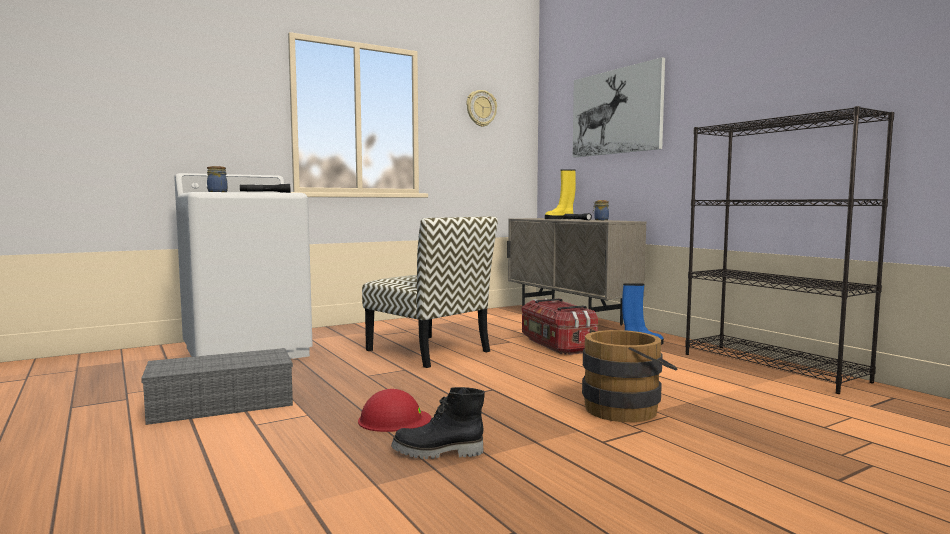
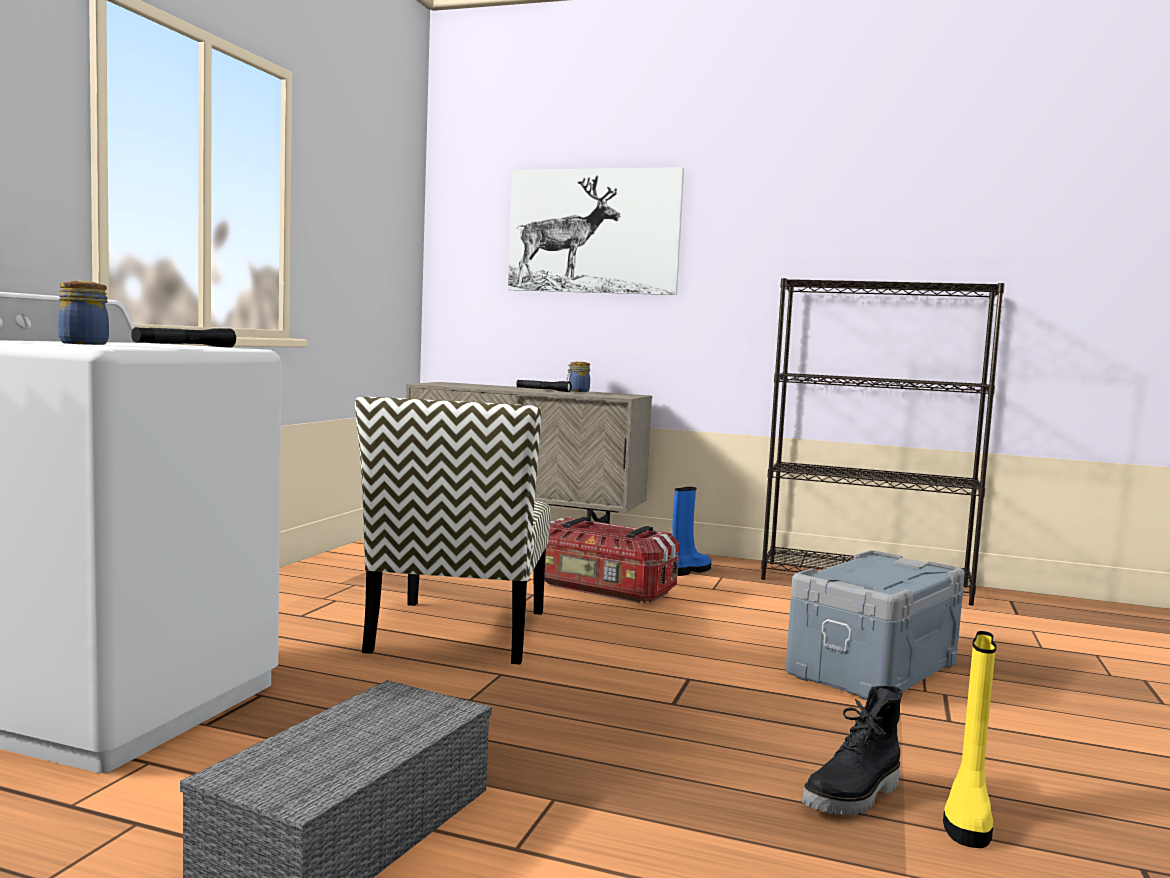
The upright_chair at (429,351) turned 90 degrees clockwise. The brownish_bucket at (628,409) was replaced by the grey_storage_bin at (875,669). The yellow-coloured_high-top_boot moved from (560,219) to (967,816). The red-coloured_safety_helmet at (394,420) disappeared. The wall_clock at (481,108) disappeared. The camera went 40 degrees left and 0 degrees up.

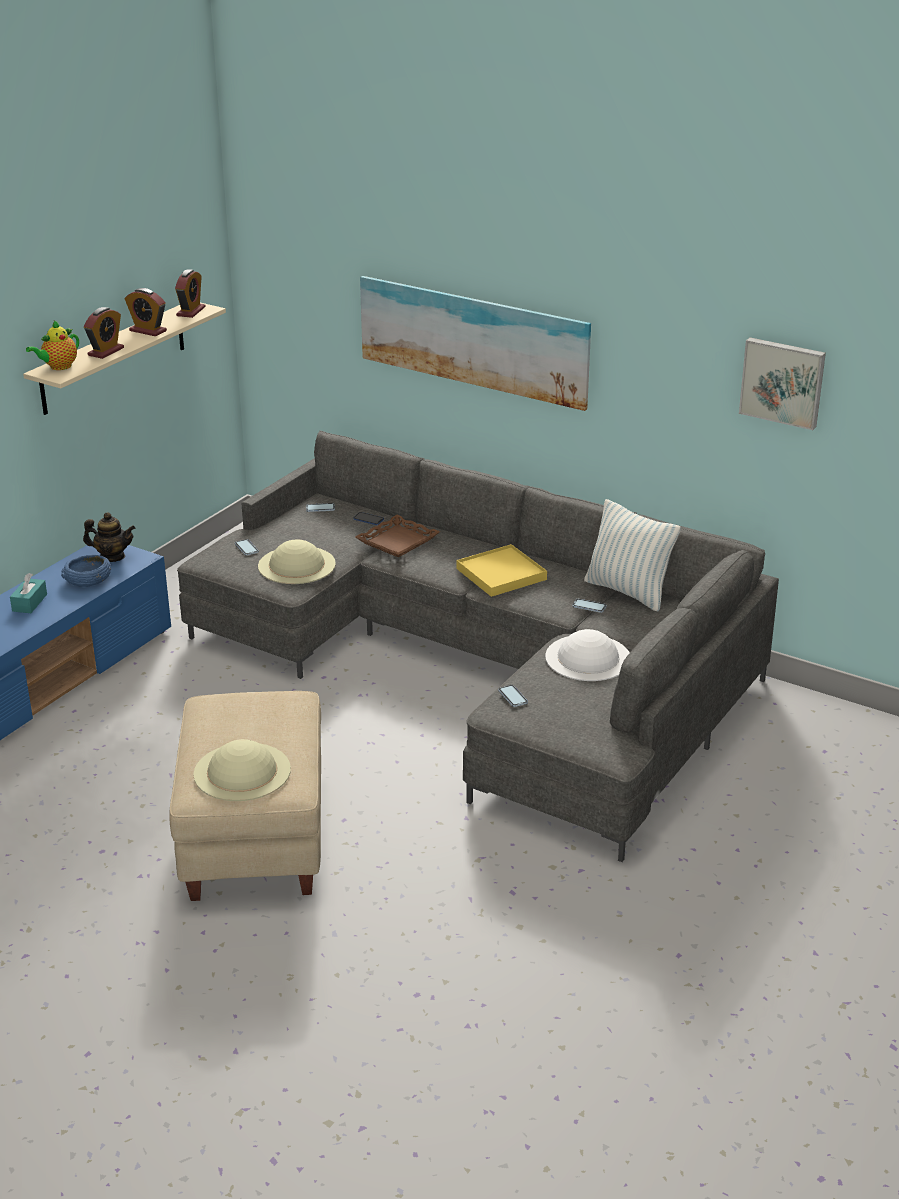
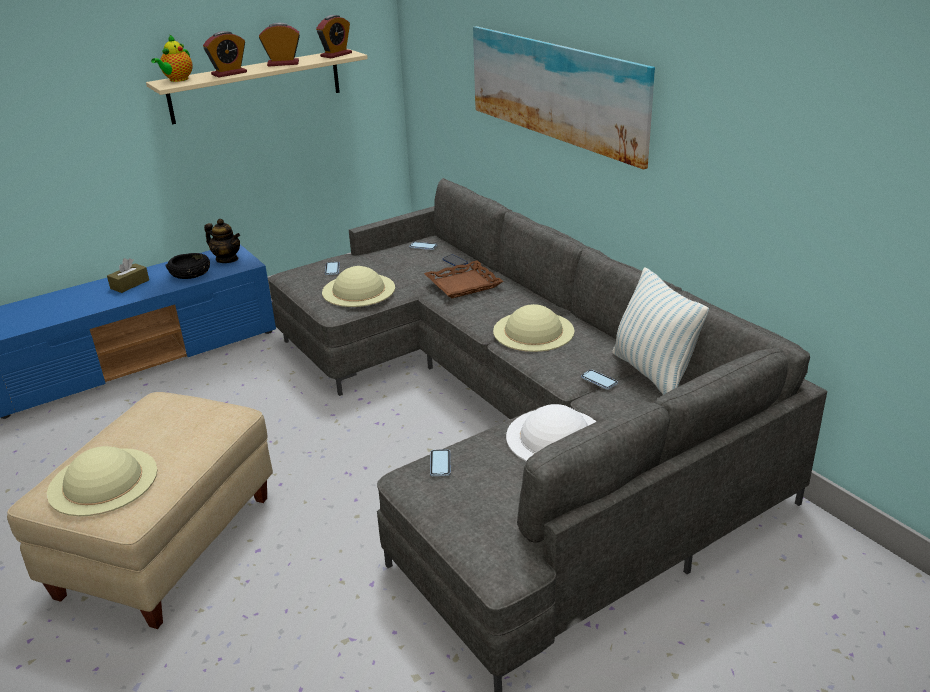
The blue-green_box_of_tissues at (29,603) became the brownish_box_of_tissues at (130,284). The teapot at (58,367) turned 45 degrees counterclockwise. The bluish_serving_bowl at (88,580) became the blackish_serving_bowl at (190,274). The table_clock at (148,331) turned 120 degrees clockwise. The yellow-coloured_carrying_tray at (501,574) was replaced by the beige_wearable_hat at (533,331). The wall_art at (783,382) disappeared. The camera went 25 degrees right and 0 degrees up.

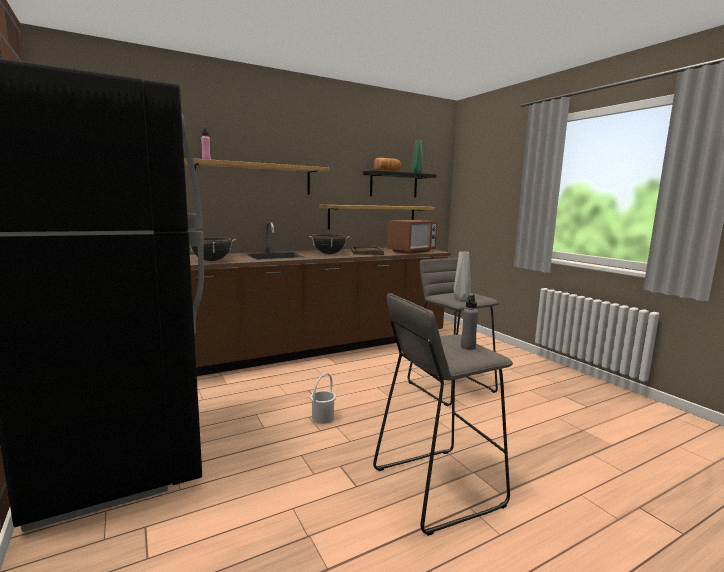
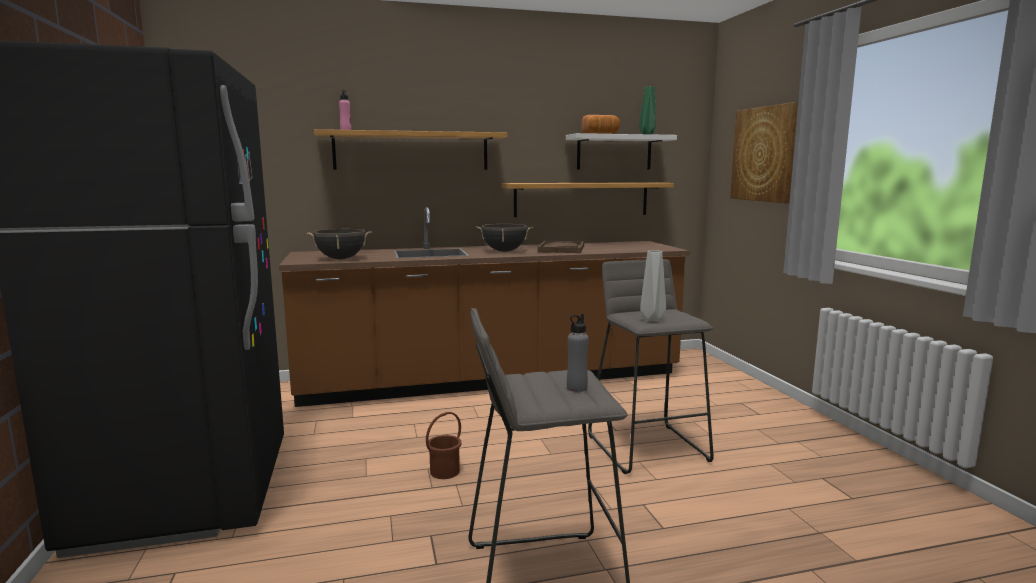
The whitish_bucket at (322,418) became the brownish_bucket at (444,471). The blackish_bracket_shelf at (393,185) became the whitish_bracket_shelf at (614,152). The wall_art at (765,154) appeared. The microwave_oven at (411,251) disappeared. The camera went 15 degrees right and 0 degrees up.

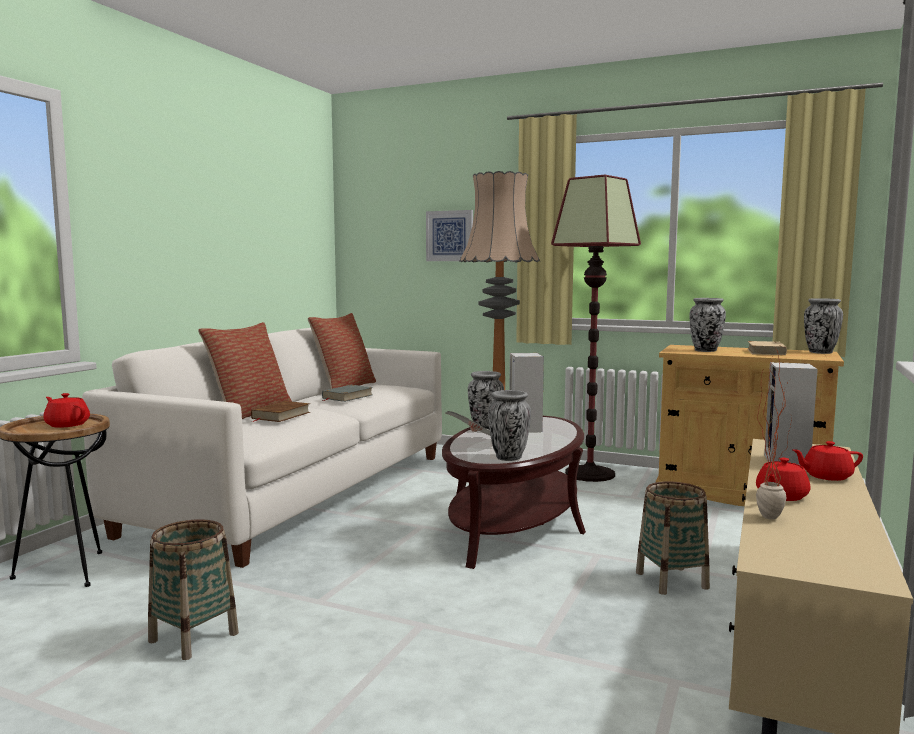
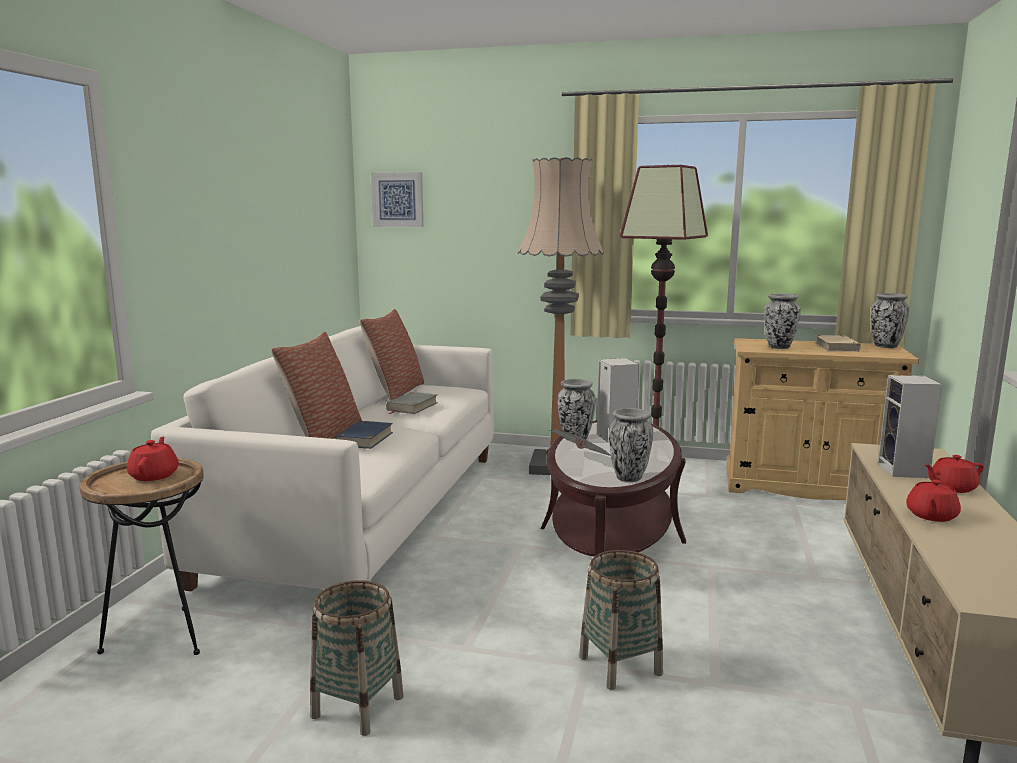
The red-coloured_teapot at (67,424) turned 60 degrees clockwise. The brownish_book at (280,415) became the bluish_book at (364,439). The wall_art moved from (449,236) to (398,199). The storage_basket moved from (671,580) to (620,665). The plant_in_a_pot at (769,514) disappeared. The camera went 10 degrees left and 5 degrees up.

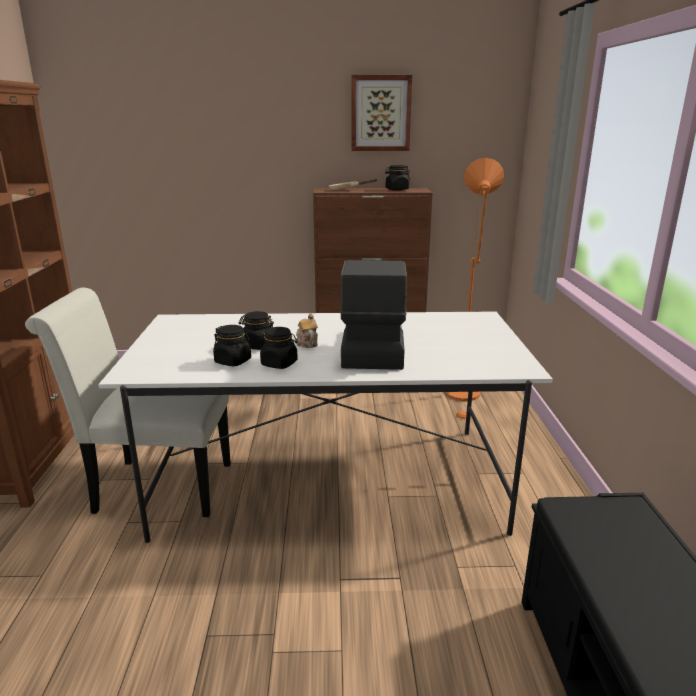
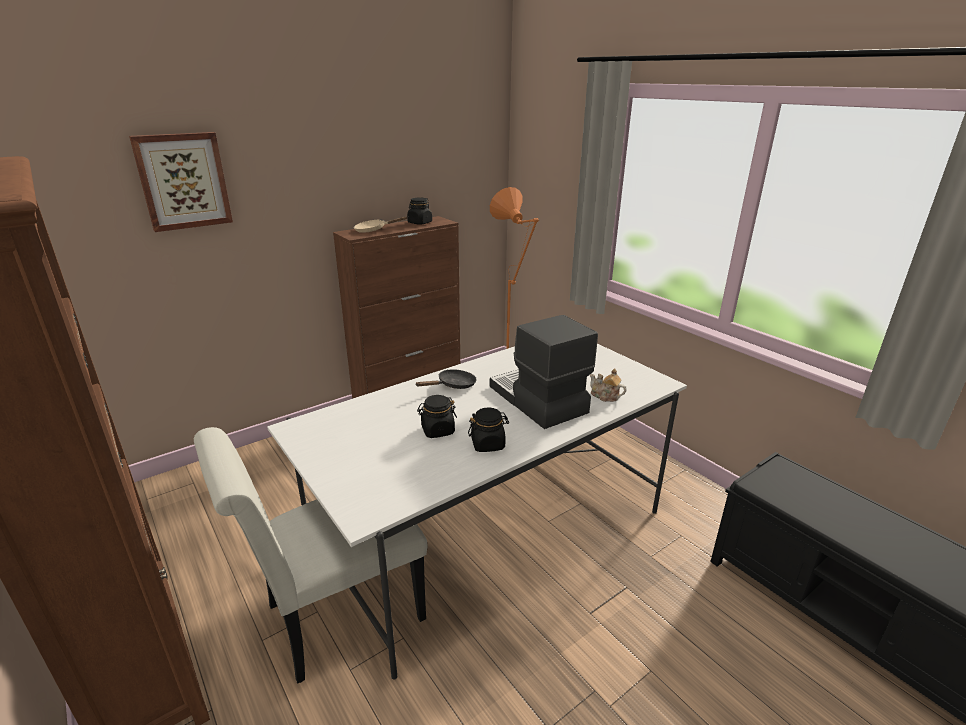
The wall_art moved from (380,113) to (183,181). The blackish_pan at (453,385) appeared. The teapot moved from (306,343) to (605,396). The blackish_preserve_jar at (233,361) disappeared. The camera went 35 degrees left and 5 degrees up.

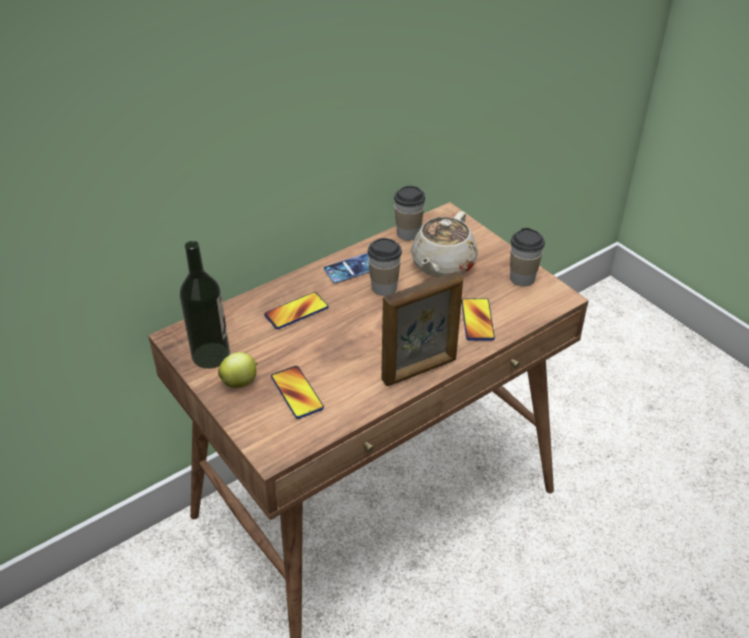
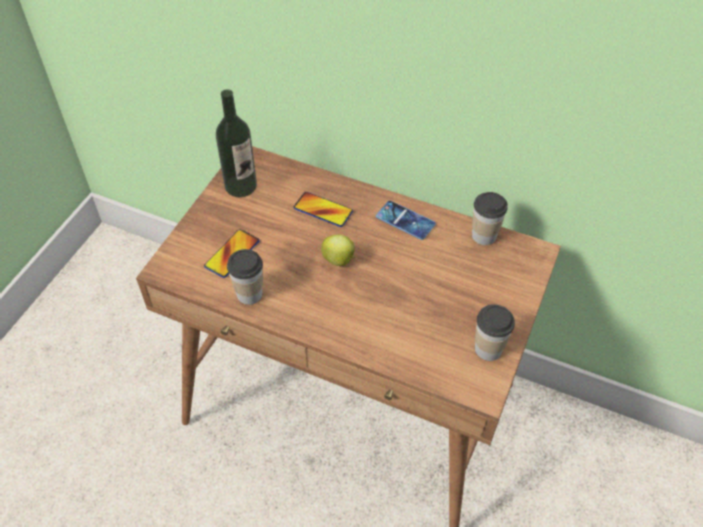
The cup moved from (384,288) to (249,294). The whole_apple moved from (240,382) to (339,260). The standing_frame at (420,370) disappeared. The beige_teapot at (442,265) disappeared. The handset at (477,320) disappeared. The camera went 60 degrees right and 10 degrees up.

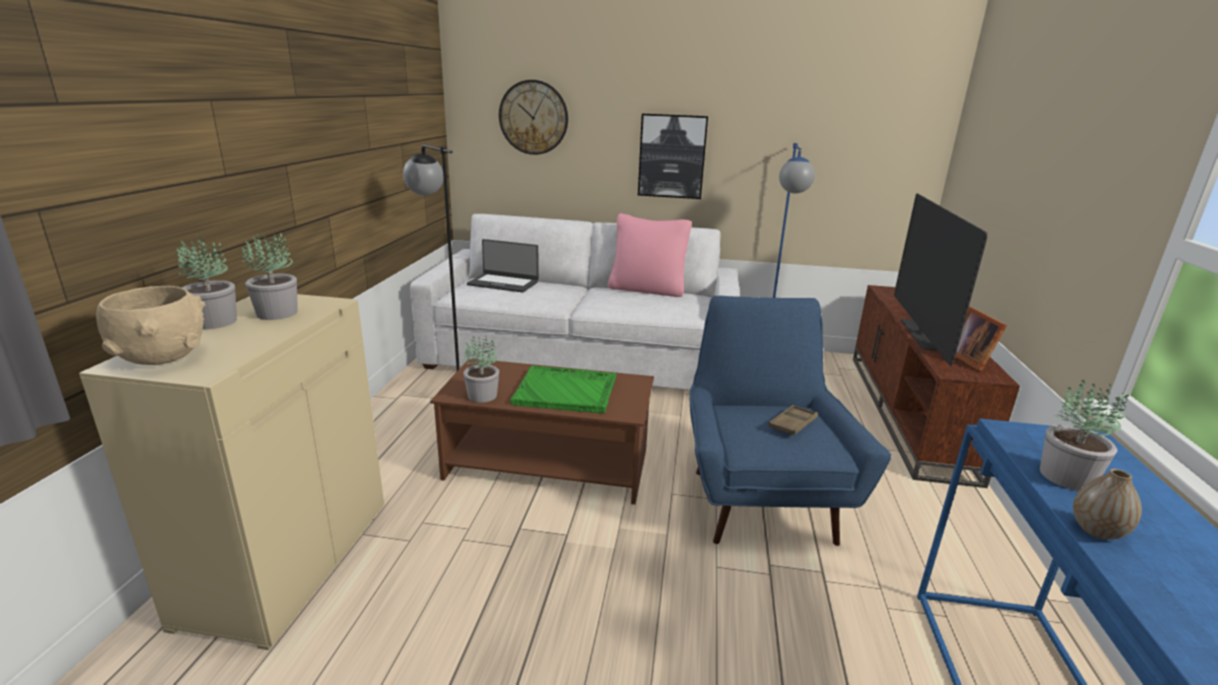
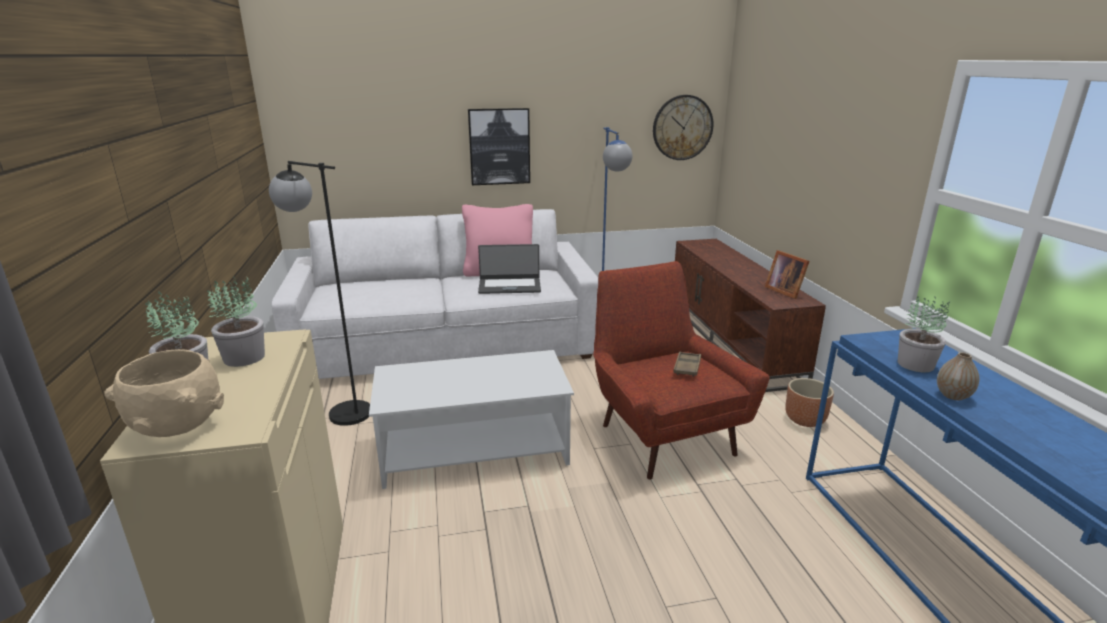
The brownish_lounge_table at (549,463) became the whitish_lounge_table at (475,448). The notebook_computer moved from (503,283) to (509,286). The bluish_lounge_chair at (759,498) became the red-coloured_lounge_chair at (662,434). The wall_clock moved from (533,117) to (682,127). The brownish_planter at (805,420) appeared. The plant_in_a_pot at (483,395) disappeared. The greenish_carrying_tray at (566,391) disappeared. The TV at (918,334) disappeared. The camera went 20 degrees left and 0 degrees up.

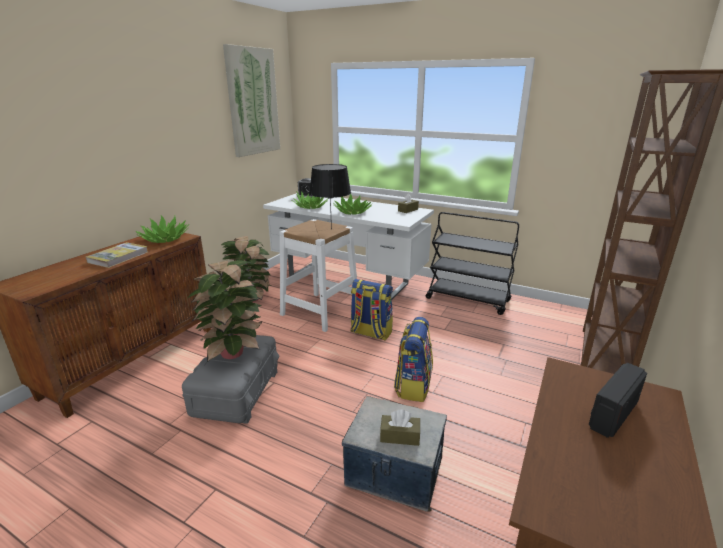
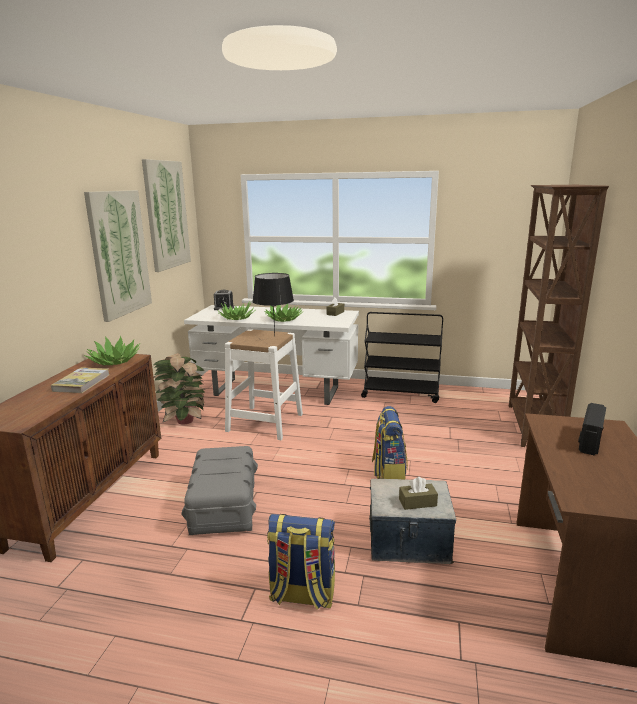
The wall_art at (119,253) appeared. The rucksack moved from (370,333) to (302,595). The plant_in_a_pot at (234,353) disappeared. The camera went 15 degrees left and 5 degrees down.

